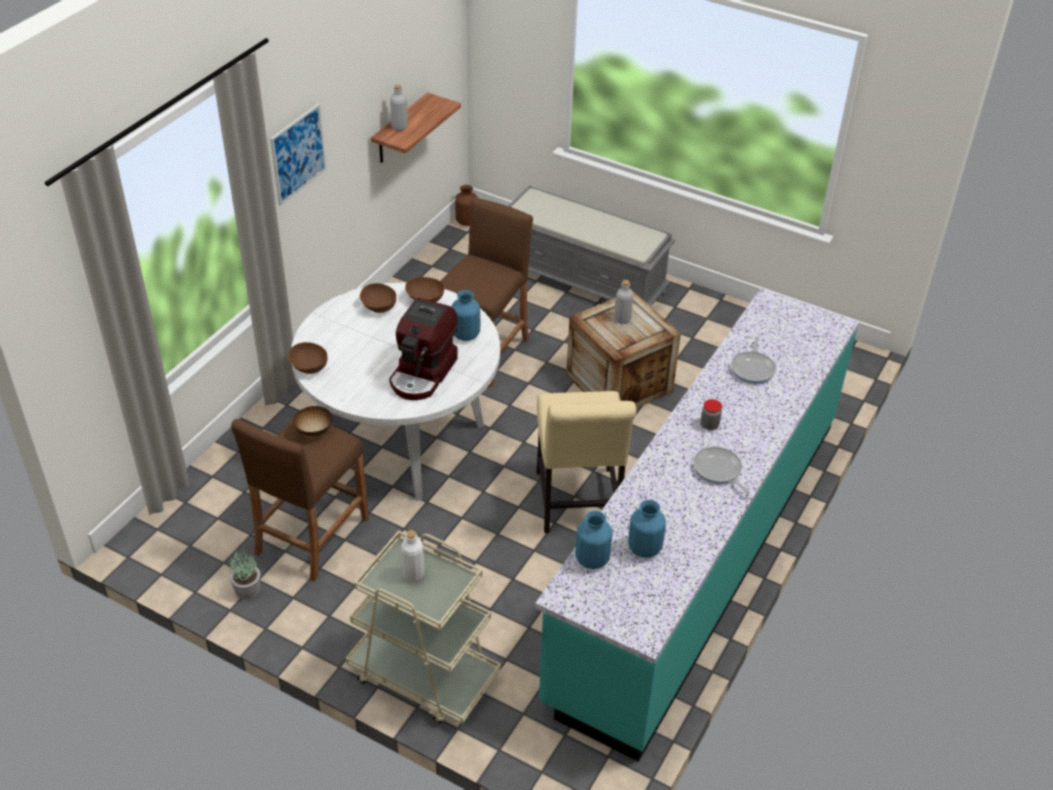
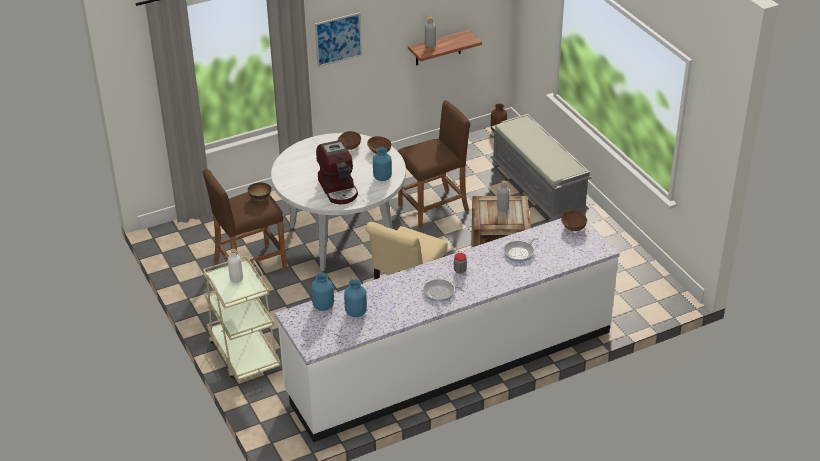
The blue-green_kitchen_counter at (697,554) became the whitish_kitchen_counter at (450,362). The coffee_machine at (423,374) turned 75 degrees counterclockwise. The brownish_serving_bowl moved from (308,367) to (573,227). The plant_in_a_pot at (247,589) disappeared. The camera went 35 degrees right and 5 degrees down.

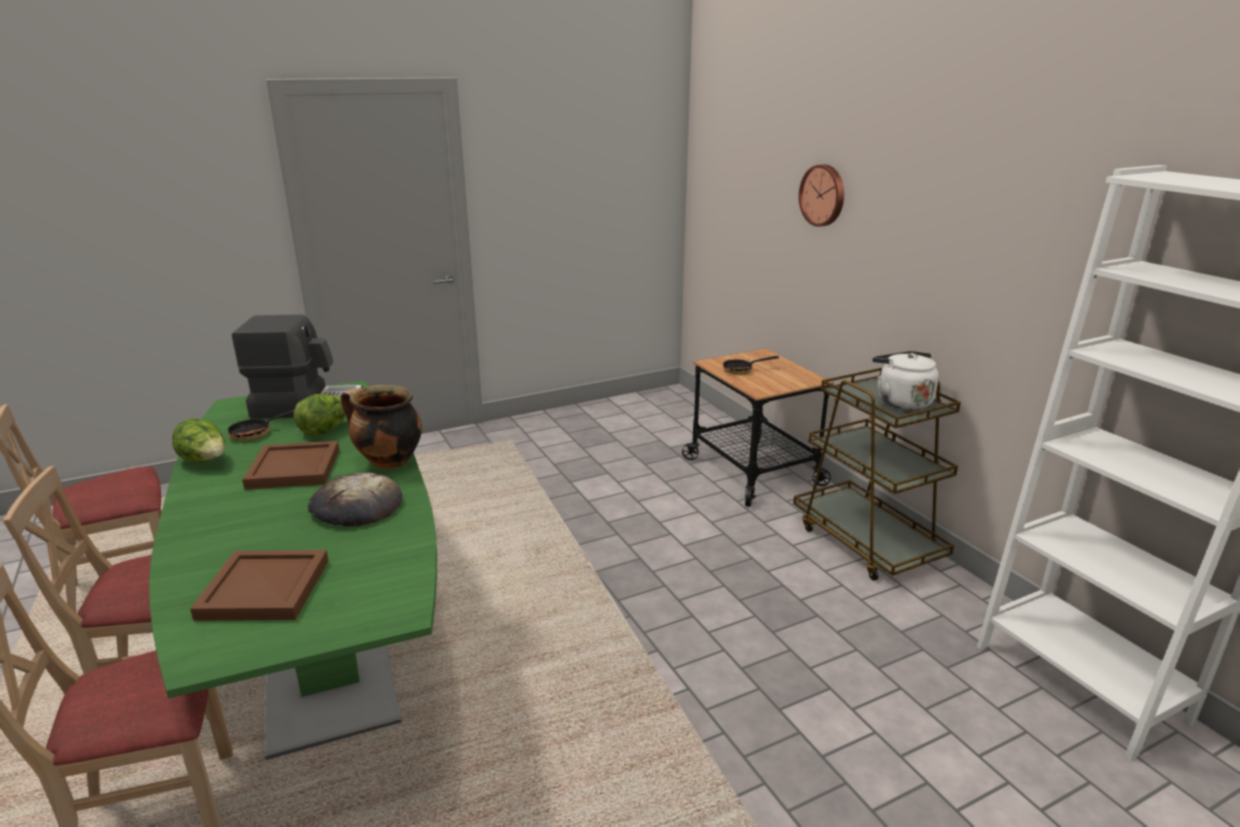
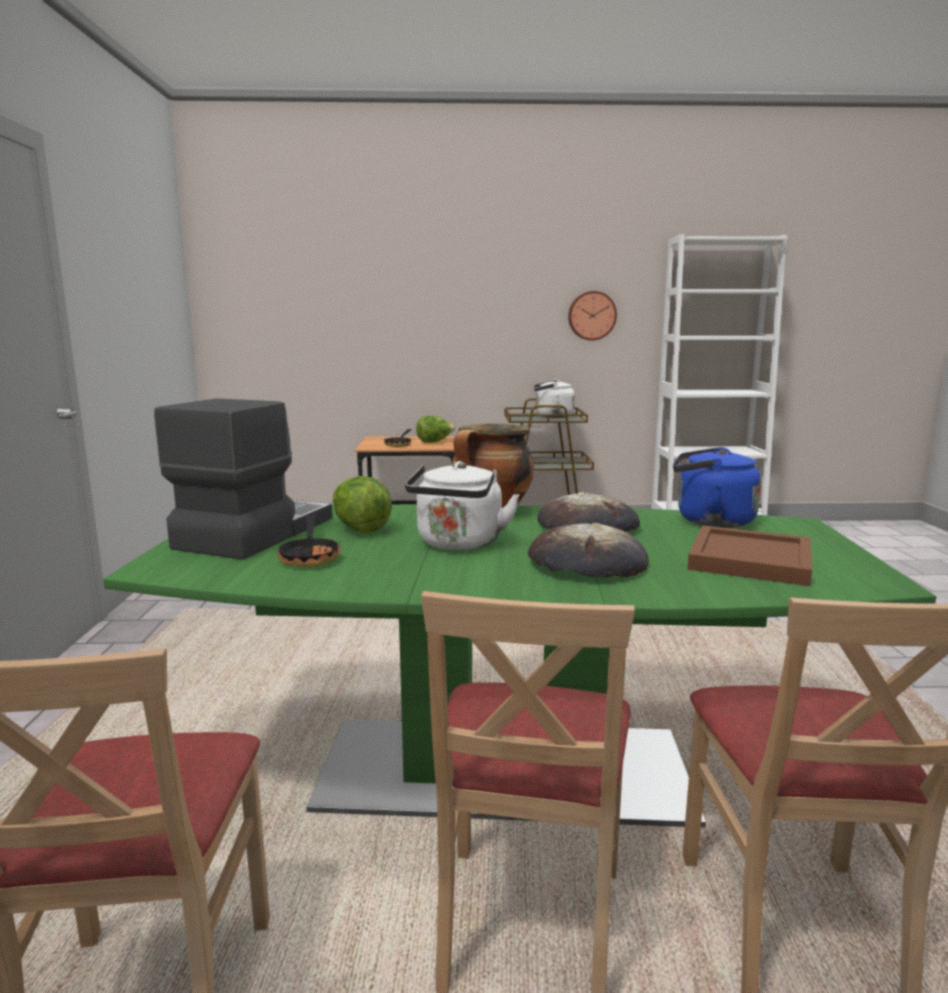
The brownish_carrying_tray at (293,468) was replaced by the whitish_tea_kettle at (458,544). The head_of_lettuce moved from (205,461) to (434,442). The bakery_bread at (586,563) appeared. The wall_clock moved from (823,195) to (591,315). The bluish_tea_kettle at (709,521) appeared. The camera went 65 degrees left and 10 degrees down.

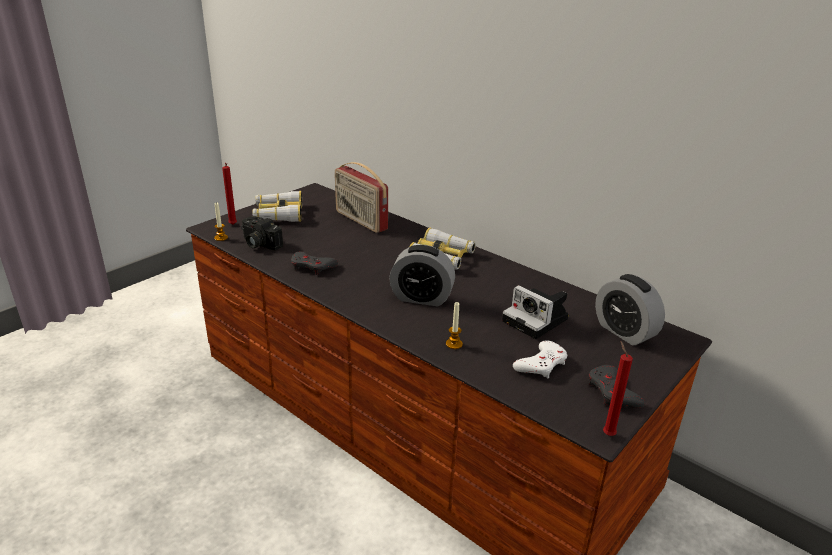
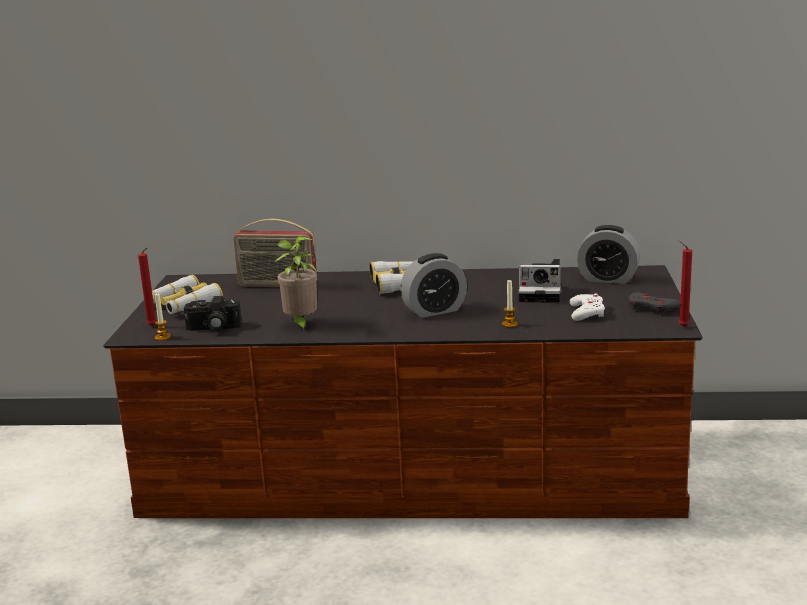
The grey_joypad at (312,266) was replaced by the plant_in_a_pot at (301,325). The camera went 35 degrees left and 10 degrees down.

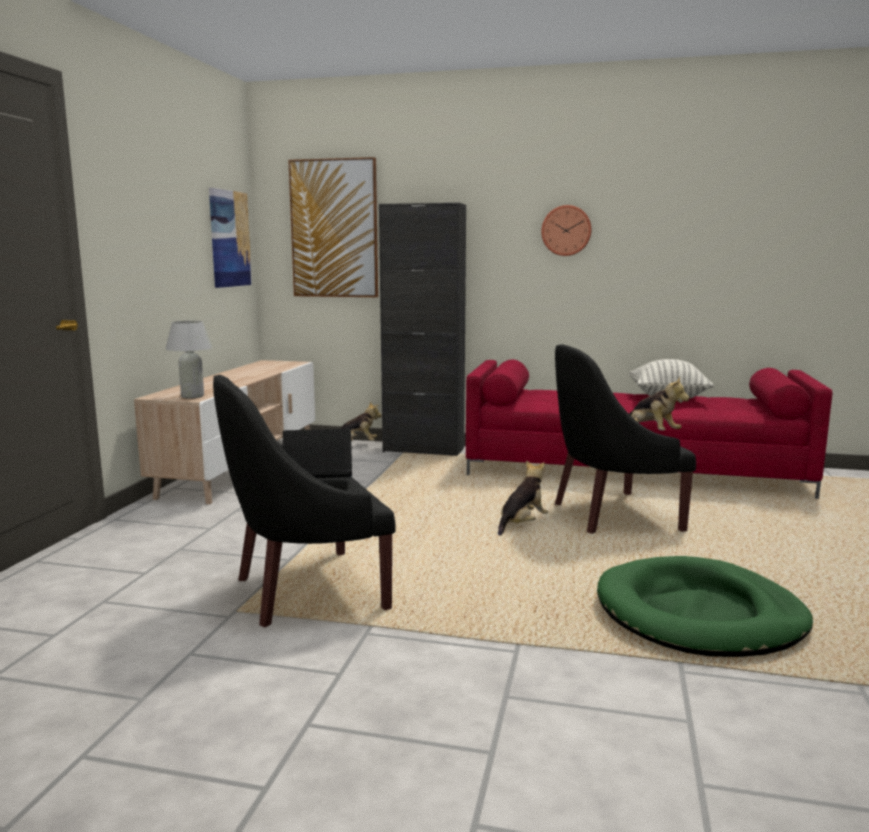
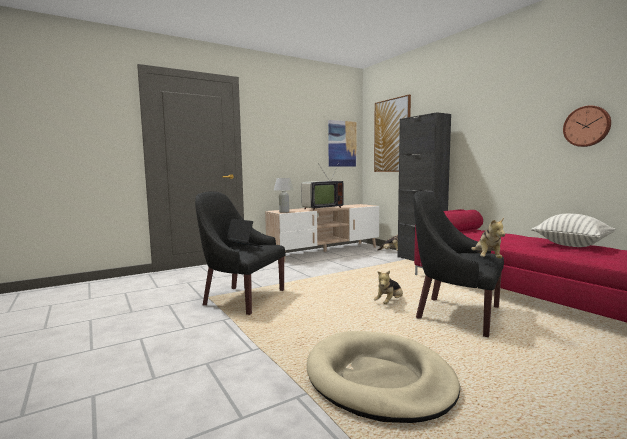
The TV at (321,208) appeared. The greenish_dog_cushion at (699,615) became the beige_dog_cushion at (378,379). The soft_toy at (522,524) turned 135 degrees clockwise. The wall_clock moved from (566,230) to (587,126). The camera went 45 degrees right and 5 degrees down.

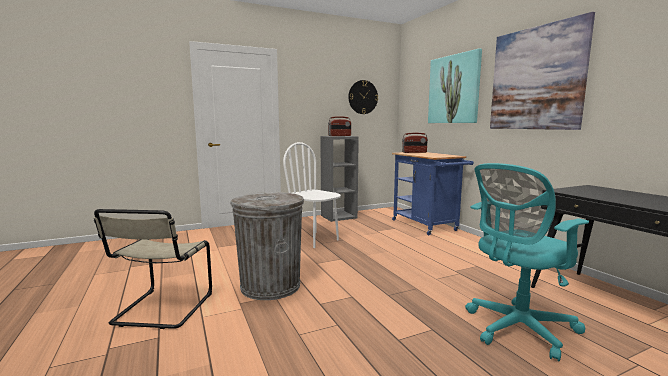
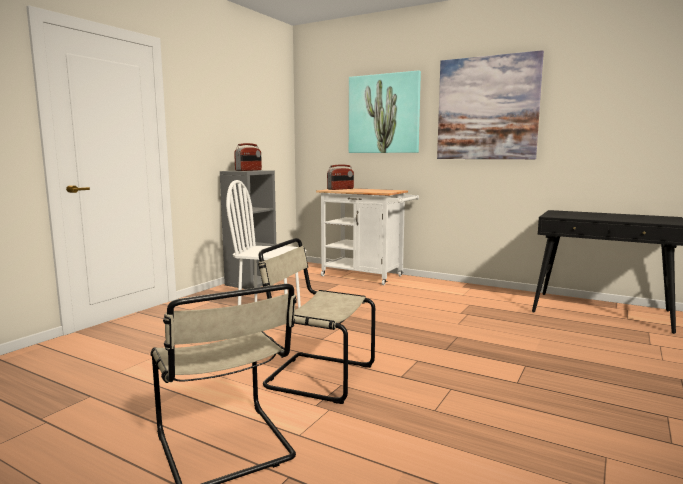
The grey_trash_can at (270,286) was replaced by the beige_upright_chair at (315,376). The bluish_trolley at (427,226) became the whitish_trolley at (366,276). The wall_clock at (363,97) disappeared. The blue-green_office_chair at (516,329) disappeared. The camera went 35 degrees left and 0 degrees up.

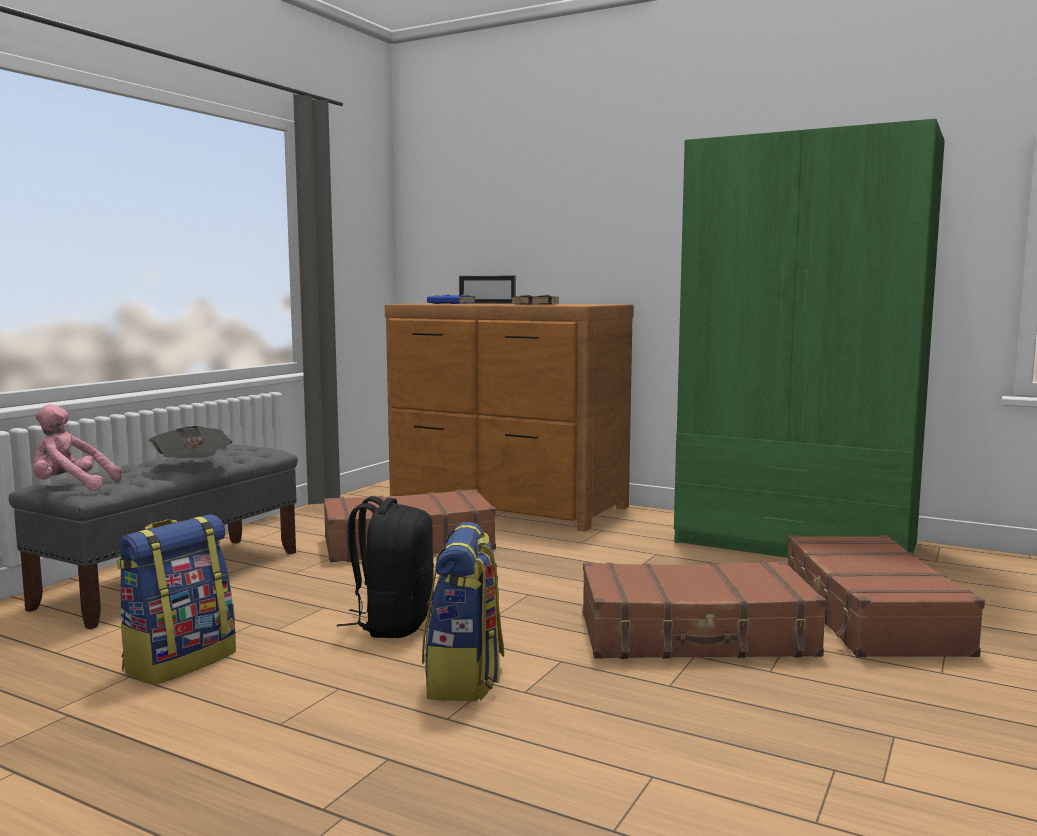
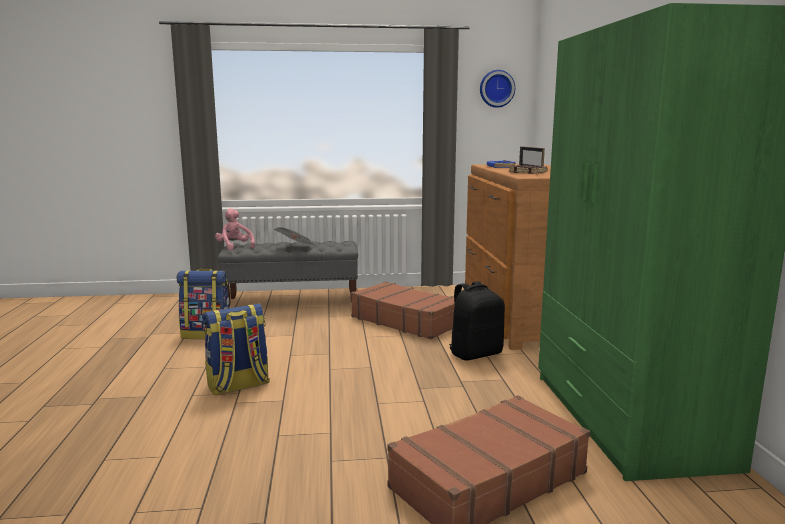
The blackish_rucksack moved from (393,624) to (475,354). The wall_clock at (496,88) appeared. The brownish_travel_case at (696,636) disappeared. The camera went 55 degrees right and 5 degrees up.

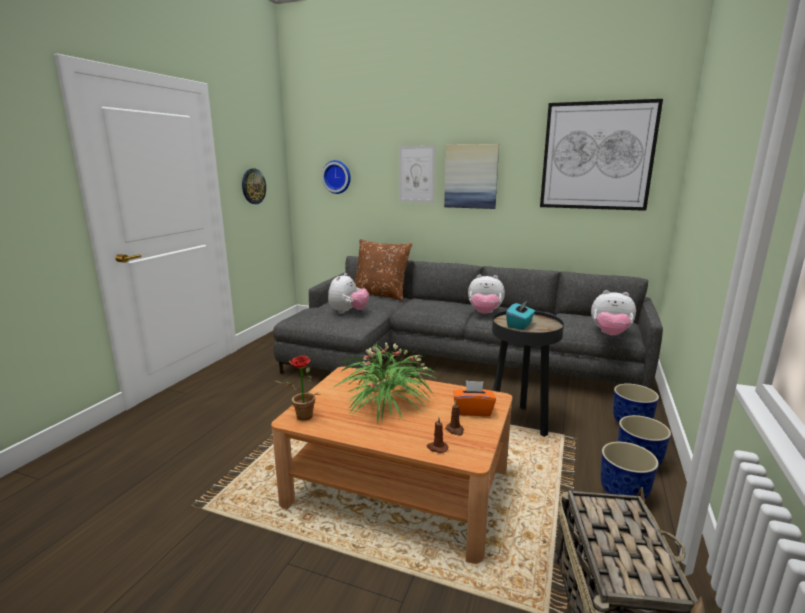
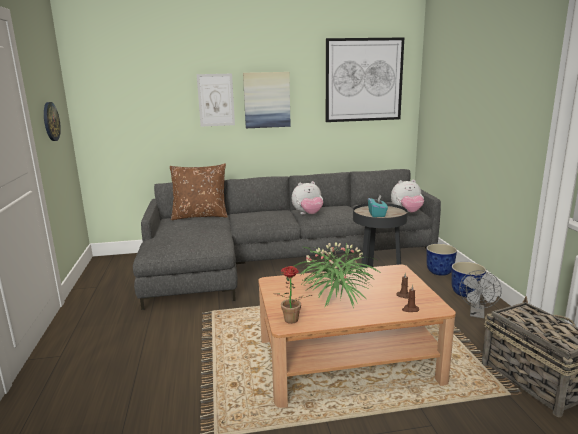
The planter at (624,494) was replaced by the grey_fan at (477,314). The wall_clock at (337,177) disappeared. The soft_toy at (348,312) disappeared. The orange_box_of_tissues at (473,411) disappeared. The camera went 30 degrees left and 0 degrees up.

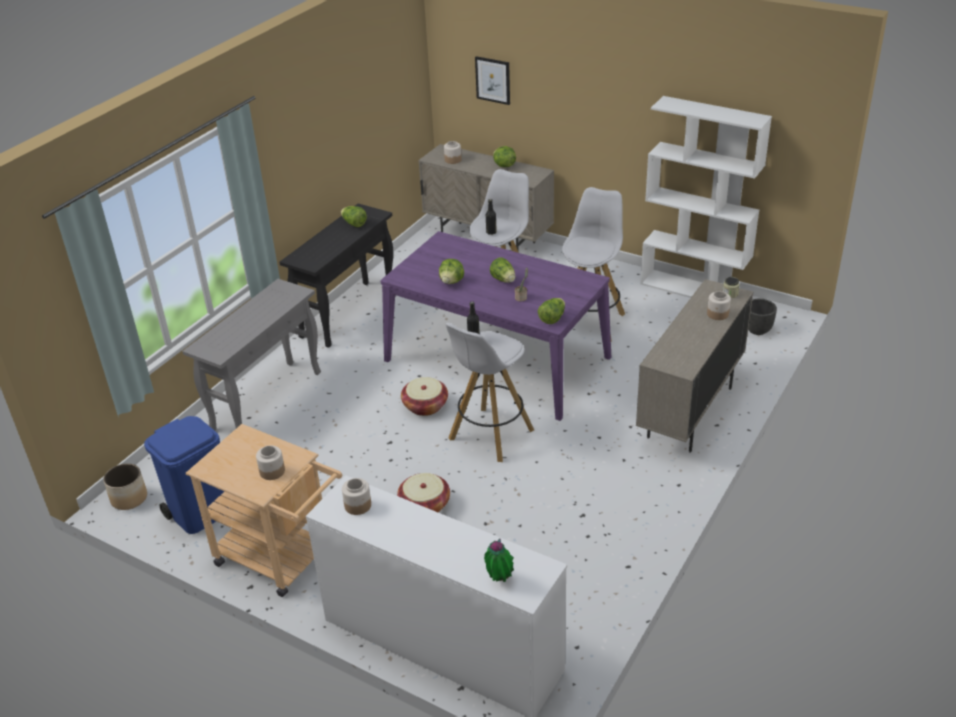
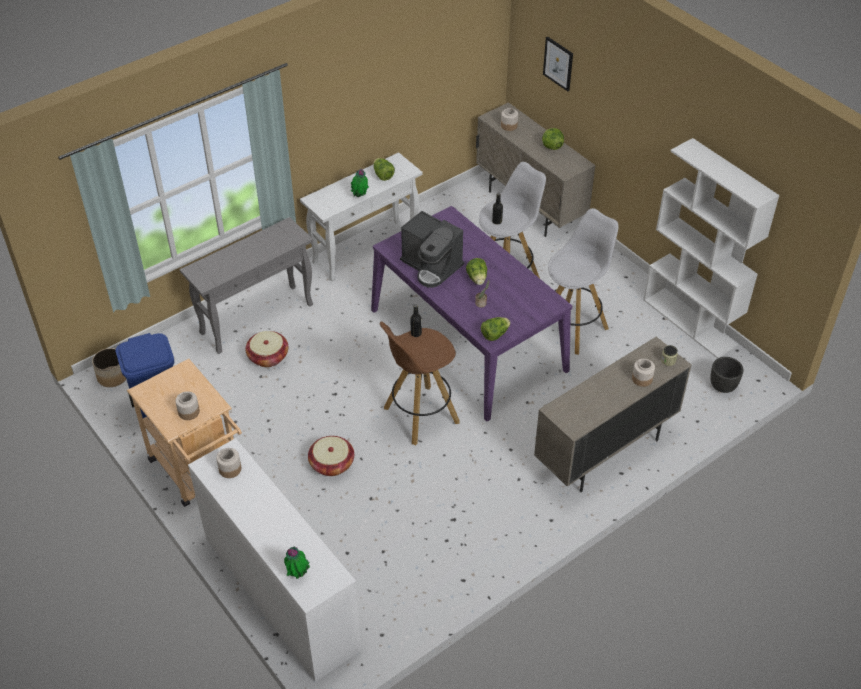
The storage_basket moved from (425,406) to (268,357). The blackish_hall_table at (348,313) became the whitish_hall_table at (365,250). The plant_in_a_pot at (360,197) appeared. The whitish_stool at (490,435) became the brownish_stool at (420,416). The head_of_lettuce at (452,282) was replaced by the coffee_machine at (432,266). The camera went 20 degrees right and 10 degrees up.

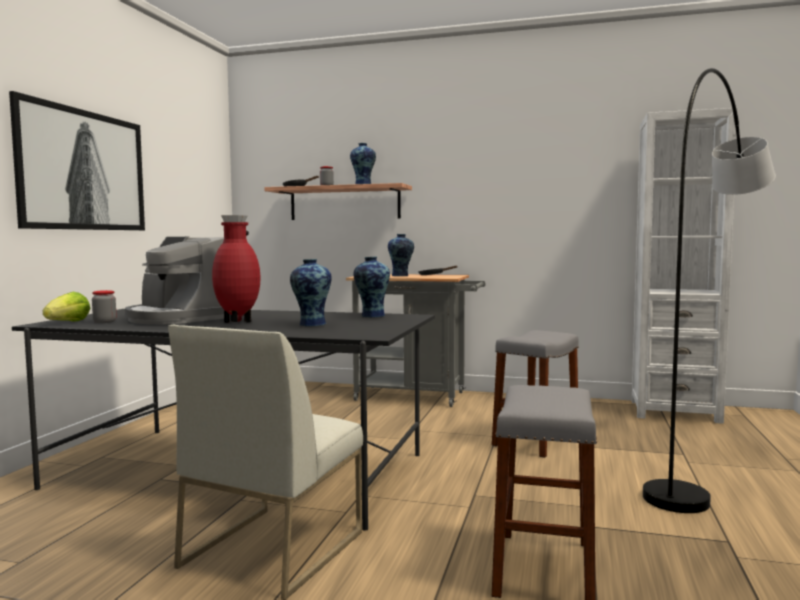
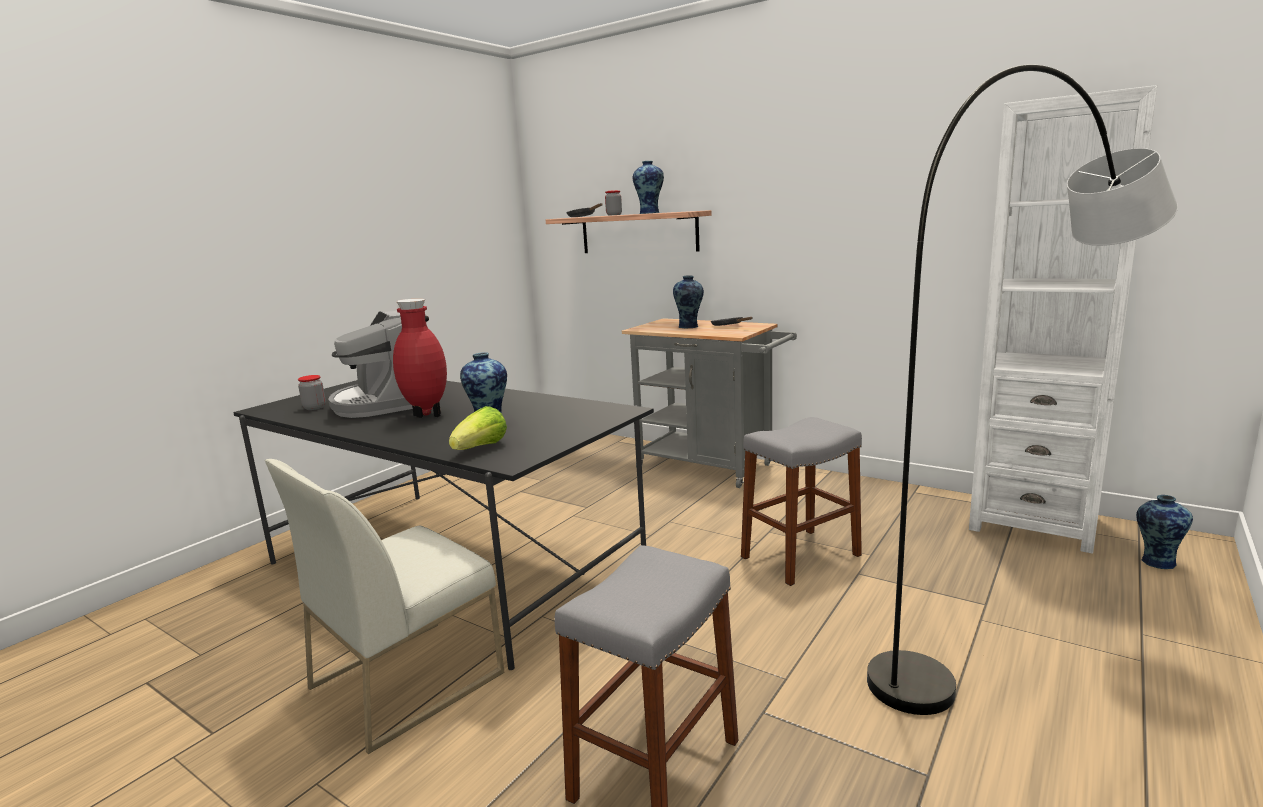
The head_of_lettuce moved from (68,323) to (481,448). The decorative_vase moved from (372,315) to (1156,562). The wall_art at (82,170) disappeared. The camera went 20 degrees right and 10 degrees up.

